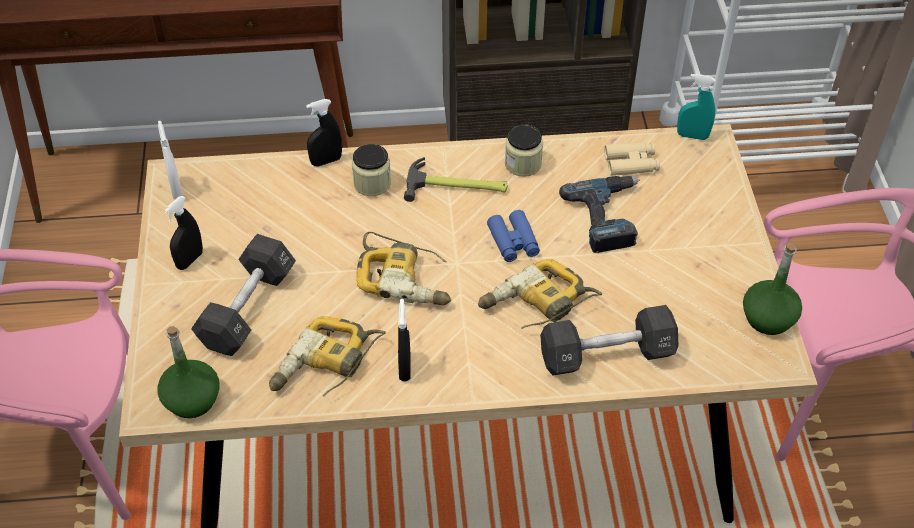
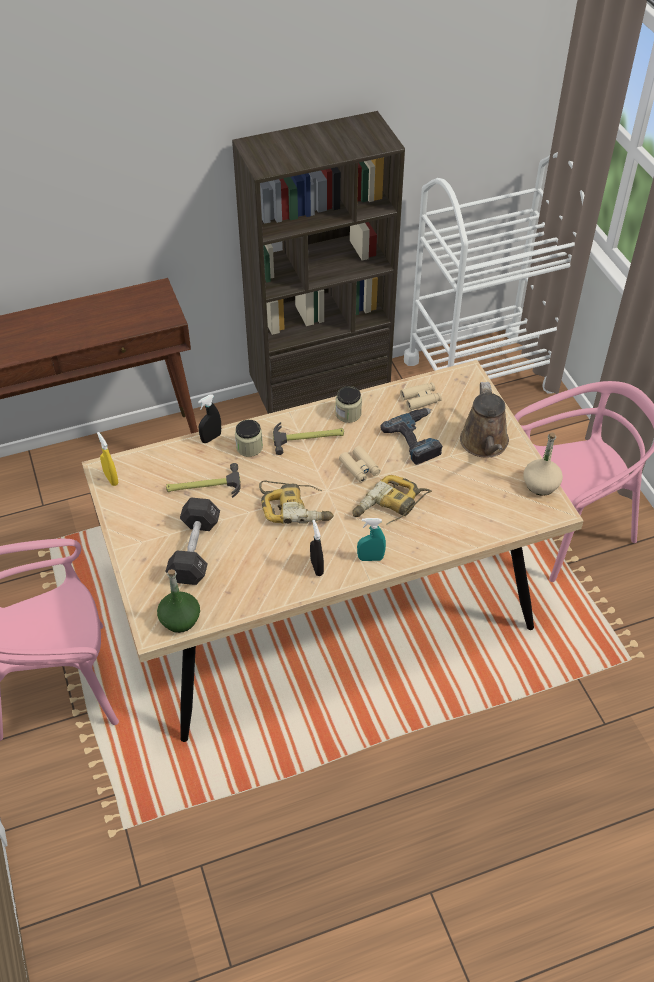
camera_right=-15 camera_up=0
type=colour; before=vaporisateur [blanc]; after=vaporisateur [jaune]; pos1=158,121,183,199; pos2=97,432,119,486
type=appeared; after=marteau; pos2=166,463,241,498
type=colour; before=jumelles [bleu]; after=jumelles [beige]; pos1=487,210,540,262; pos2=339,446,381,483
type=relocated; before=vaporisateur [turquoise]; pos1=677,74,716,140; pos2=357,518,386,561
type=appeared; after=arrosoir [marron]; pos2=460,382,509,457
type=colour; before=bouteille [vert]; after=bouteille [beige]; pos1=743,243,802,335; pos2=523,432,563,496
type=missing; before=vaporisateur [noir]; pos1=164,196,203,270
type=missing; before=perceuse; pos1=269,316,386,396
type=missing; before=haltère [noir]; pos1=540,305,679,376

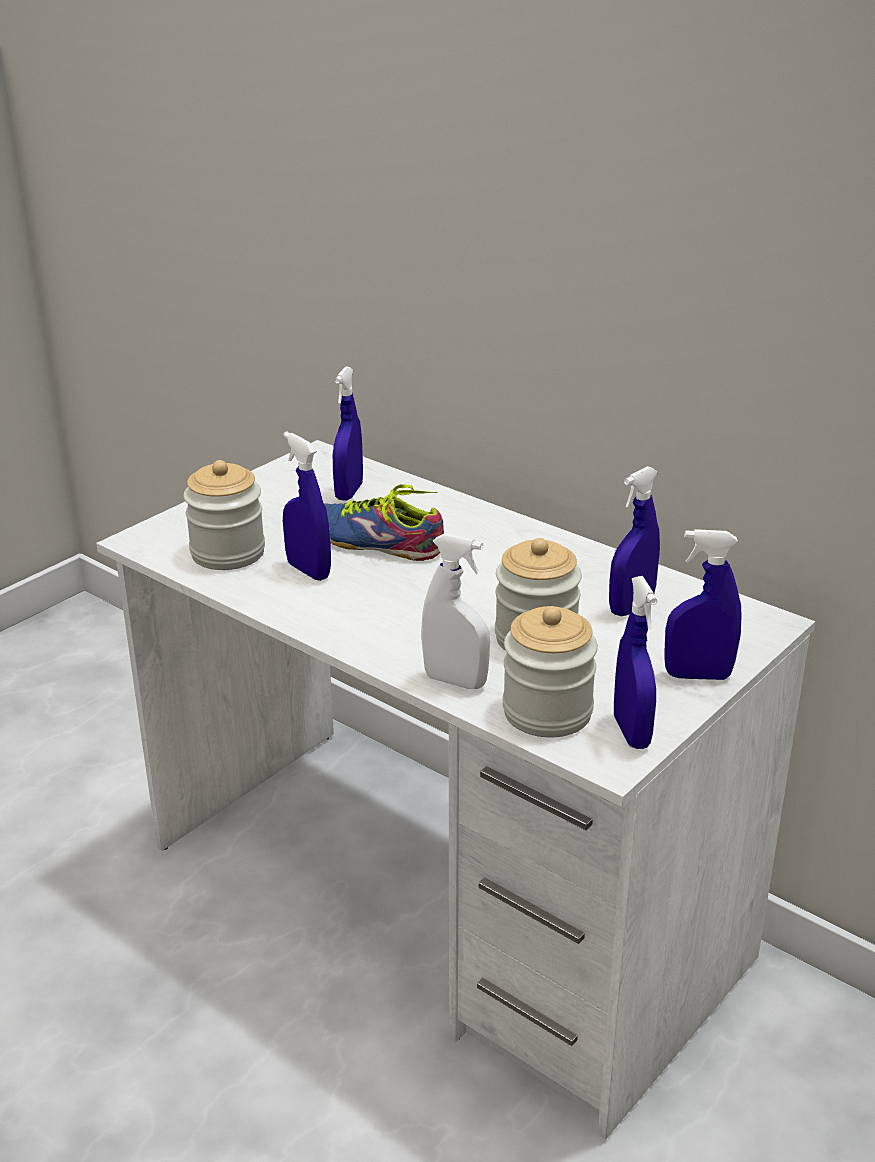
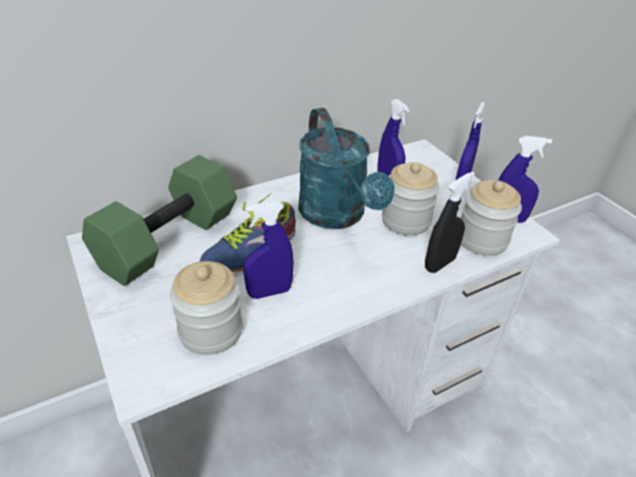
camera_right=-70 camera_up=10
type=exchanged; before=vaporisateur [bleu]; after=haltère [vert]; pos1=333,367,363,501; pos2=82,155,237,286
type=appeared; after=arrosoir [turquoise]; pos2=298,108,395,229
type=colour; before=vaporisateur [blanc]; after=vaporisateur [noir]; pos1=421,533,490,689; pos2=425,172,475,273

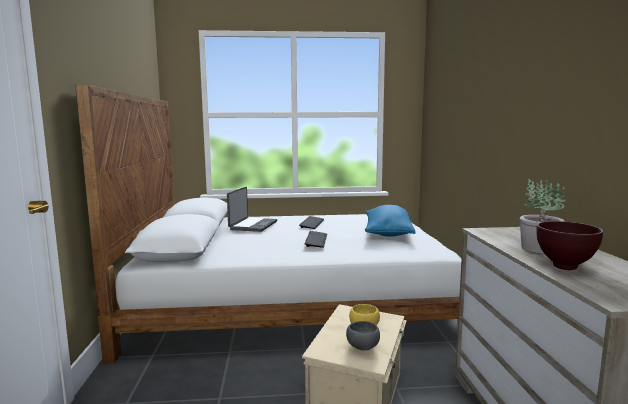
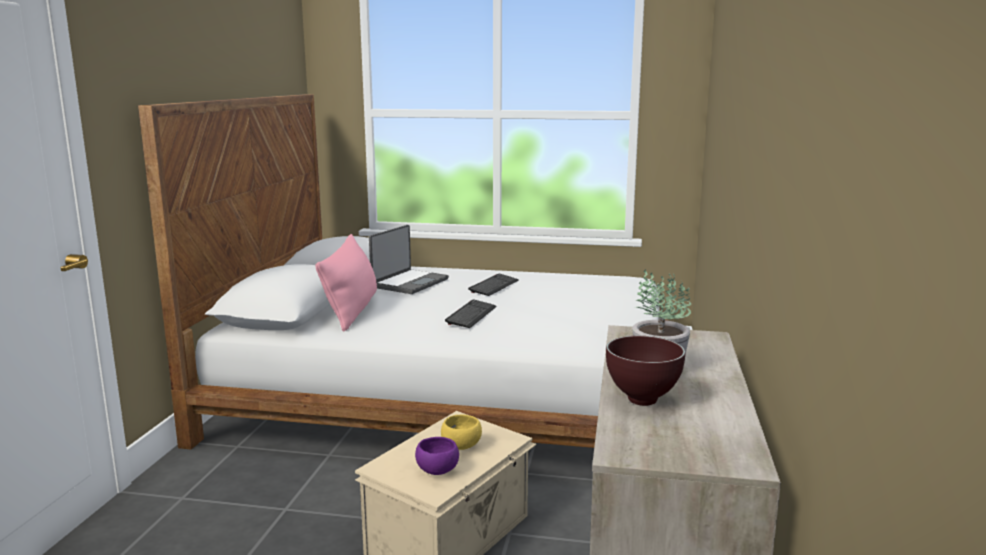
camera_right=15 camera_up=5
type=appeared; after=coussin [rose]; pos2=315,234,377,332
type=colour; before=bol [gris]; after=bol [violet]; pos1=346,321,380,350; pos2=415,437,459,475
type=missing; before=coussin [bleu]; pos1=365,205,416,236

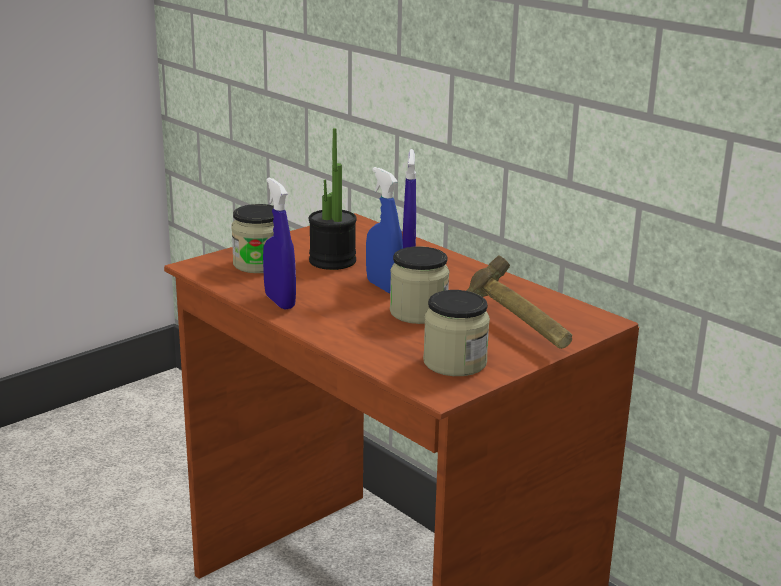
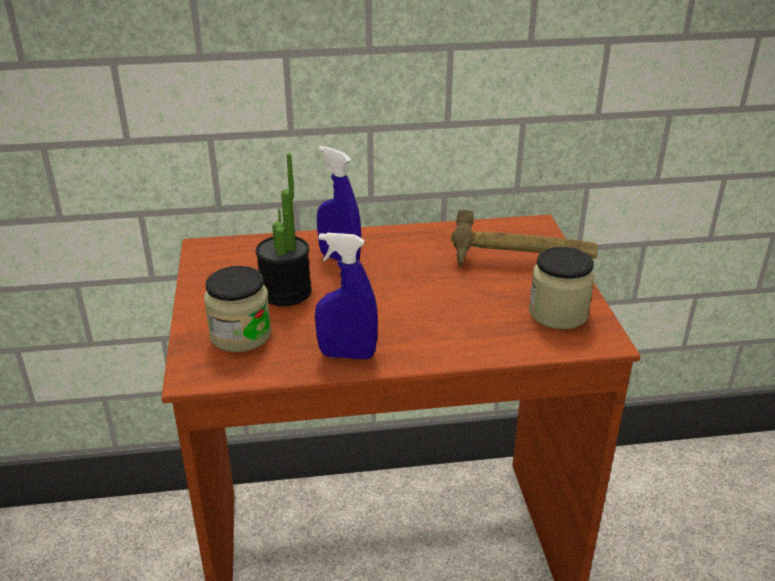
camera_right=-55 camera_up=10
type=missing; before=vaporisateur [bleu]; pos1=366,167,403,293
type=missing; before=bocal; pos1=390,246,450,324

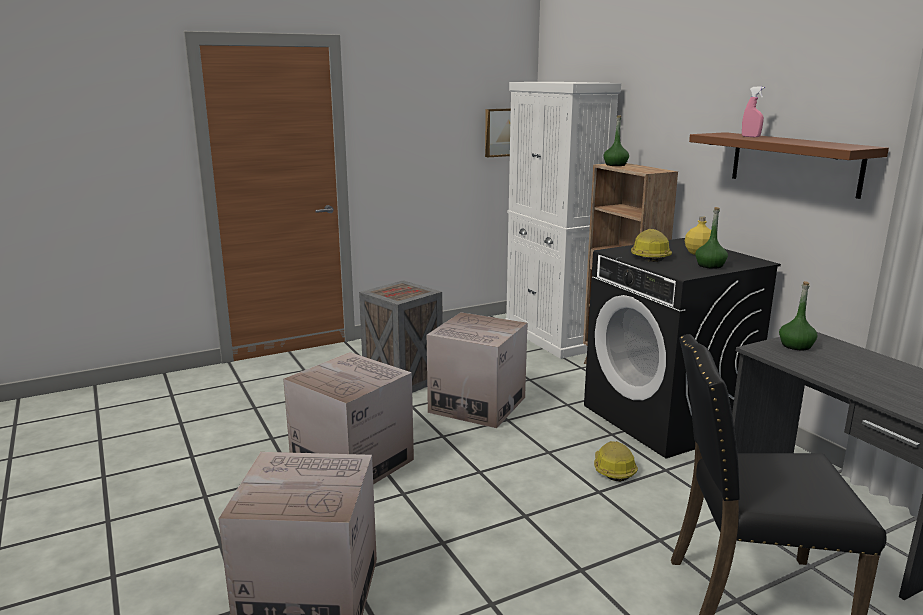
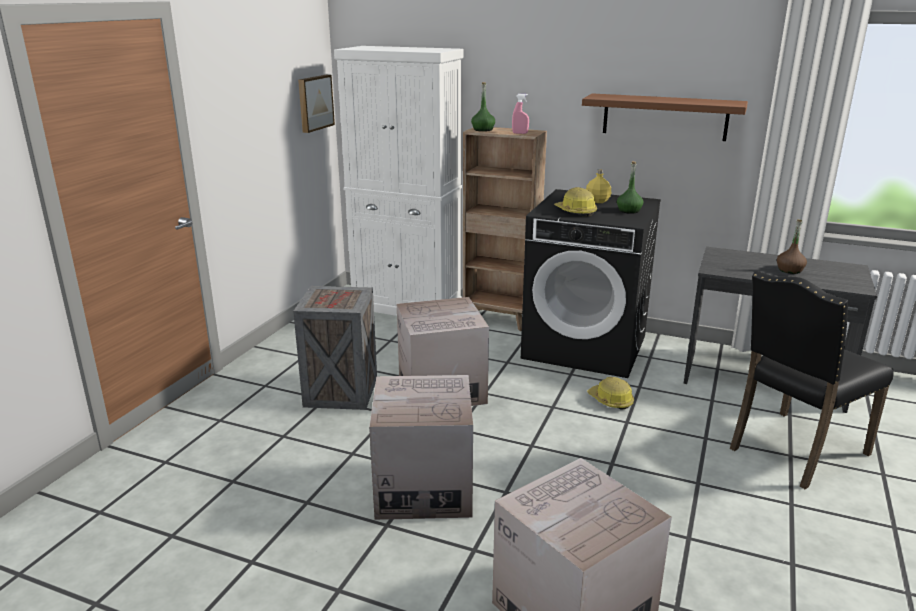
camera_right=-40 camera_up=5
type=relocated; before=vaporisateur [rose]; pos1=742,87,765,137; pos2=512,94,529,134
type=appeared; after=bouteille [marron]; pos2=777,219,807,274
type=missing; before=bouteille [vert]; pos1=779,281,818,350

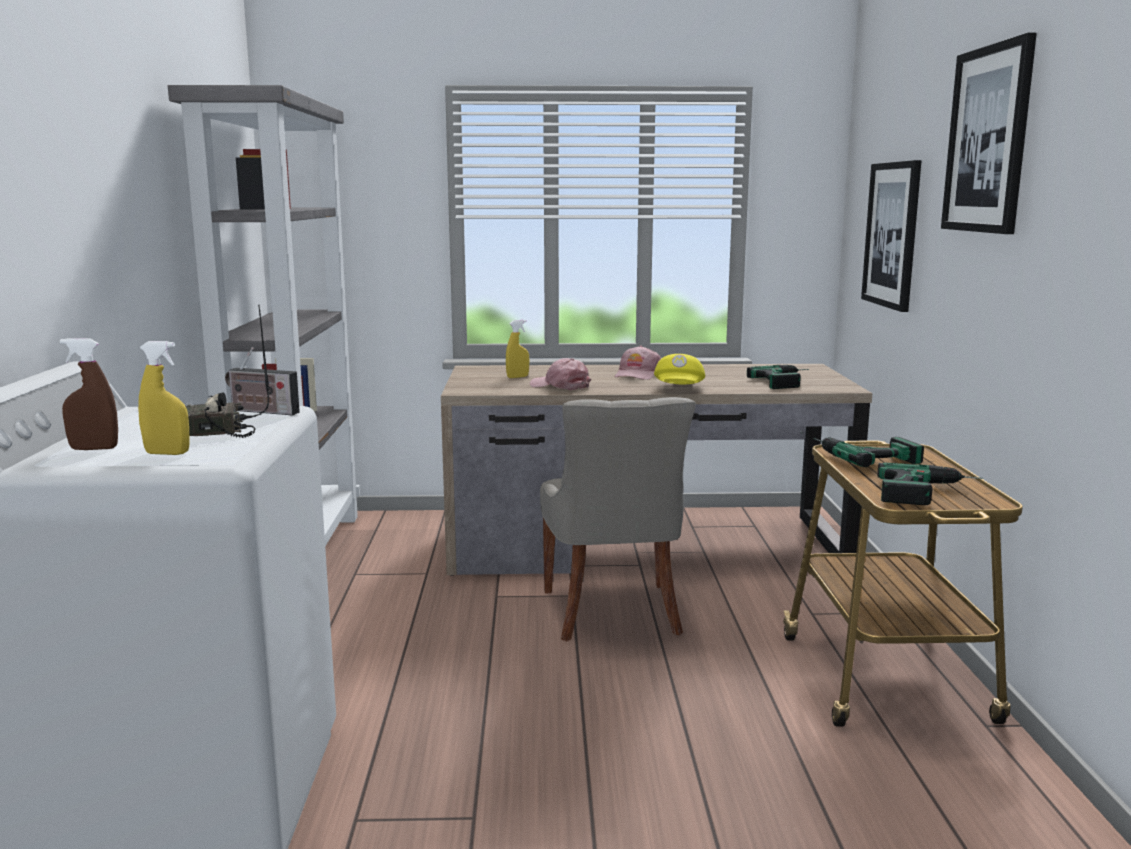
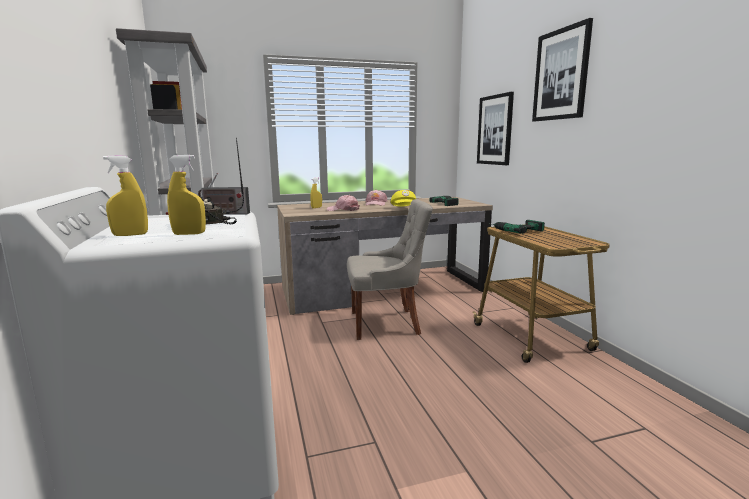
camera_right=-15 camera_up=0
type=colour; before=vaporisateur [marron]; after=vaporisateur [jaune]; pos1=60,338,118,450; pos2=103,156,148,236
type=spun; before=chaise [gris]; pos1=540,397,696,641; pos2=347,199,433,340; turn=-75
type=missing; before=perceuse; pos1=878,463,983,505

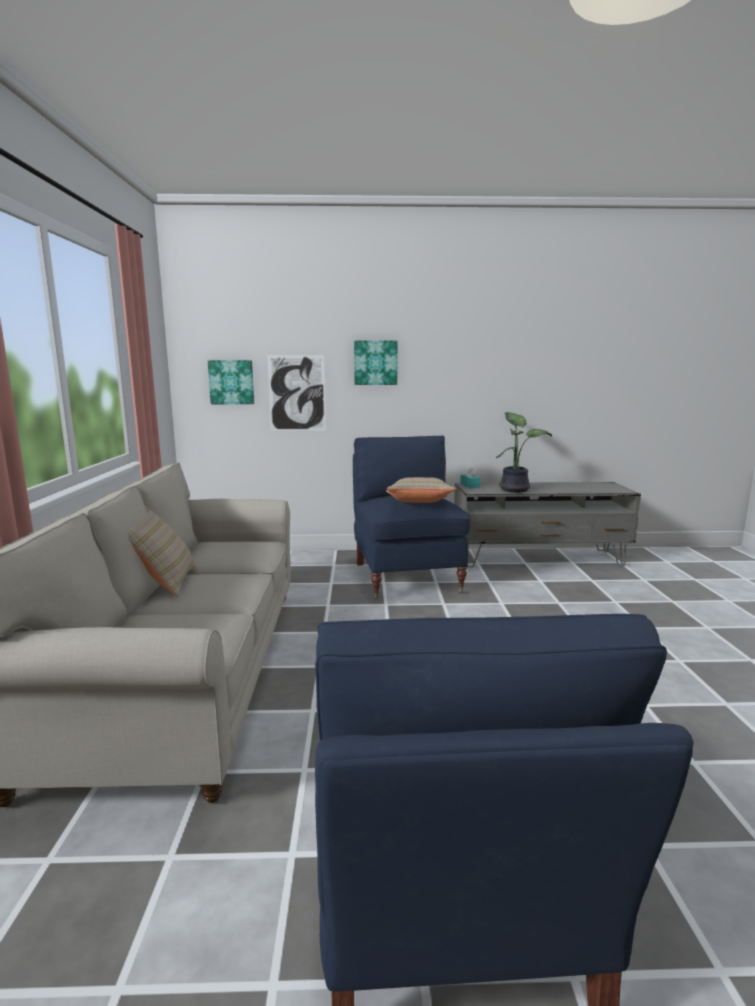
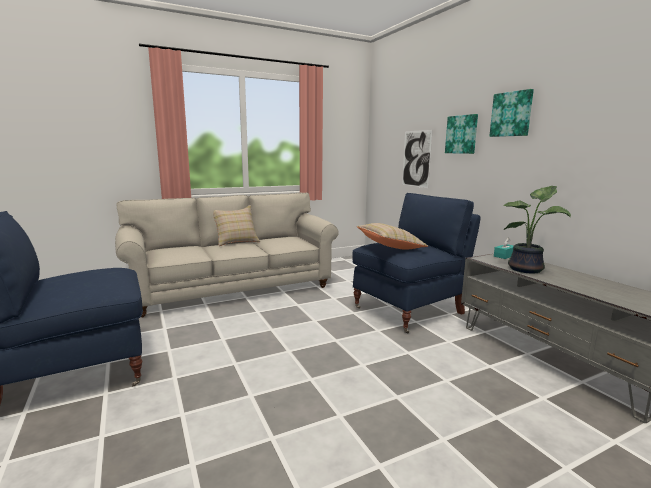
camera_right=65 camera_up=0
type=relocated; before=tableau; pos1=208,360,254,404; pos2=489,89,534,137

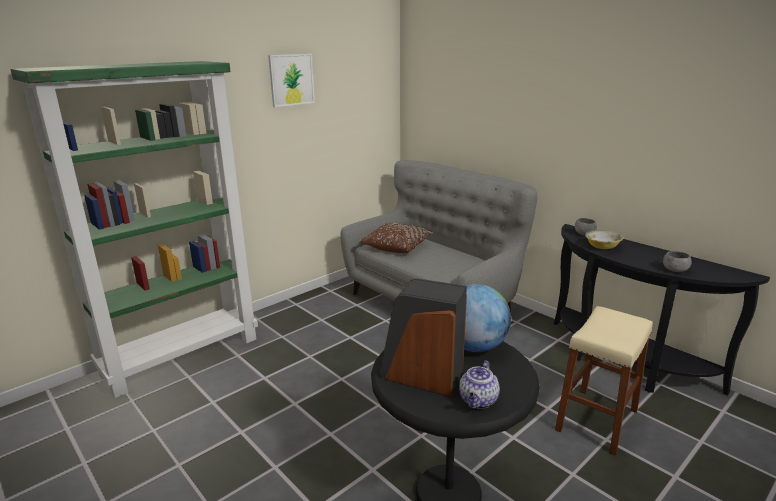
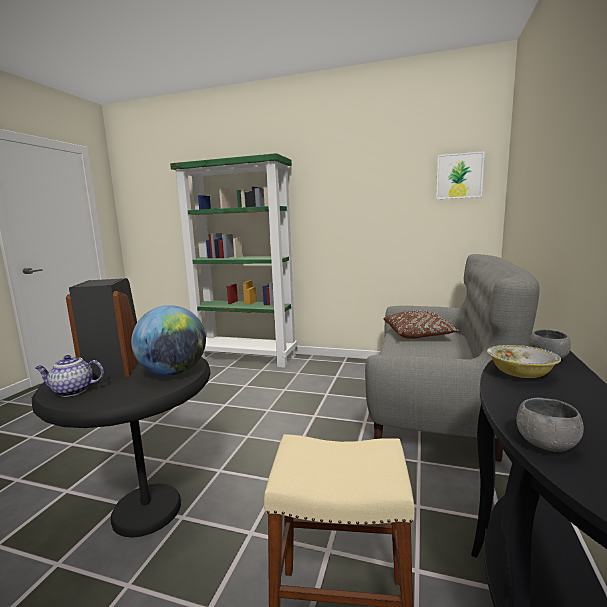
camera_right=60 camera_up=-10
type=relocated; before=tableau; pos1=268,54,315,107; pos2=436,151,485,199

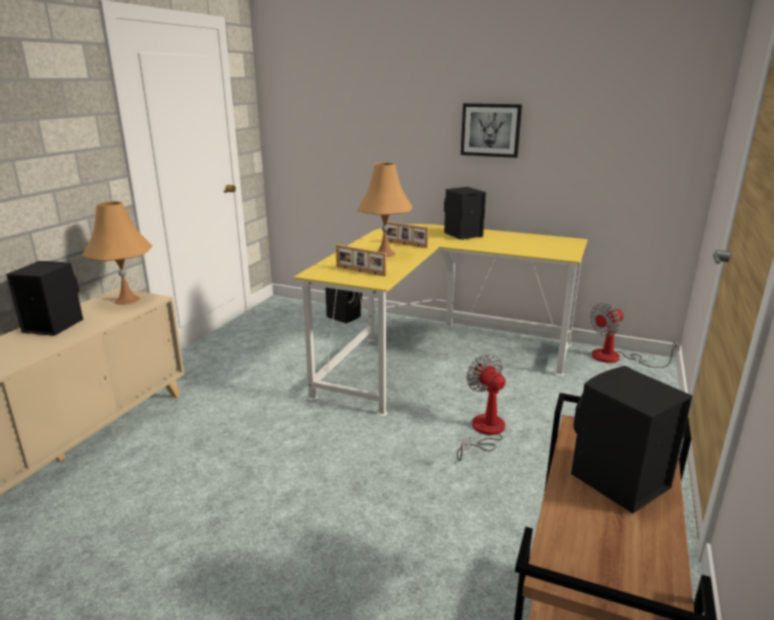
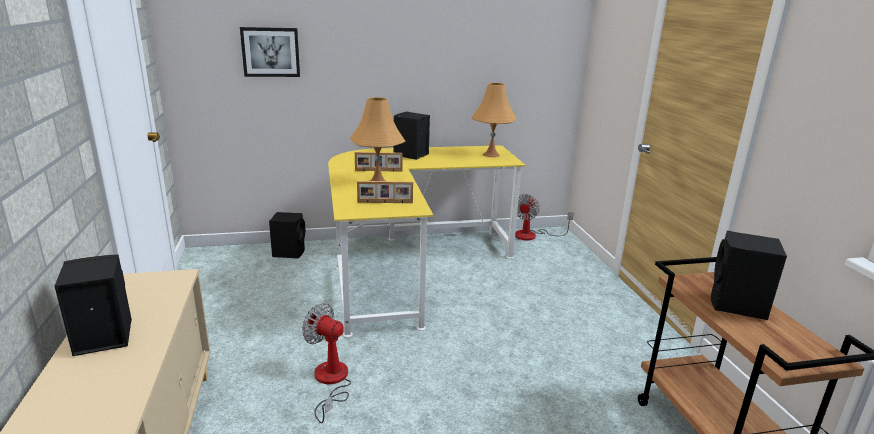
camera_right=-35 camera_up=0
type=relocated; before=tableau; pos1=461,103,522,158; pos2=240,27,300,77
type=relocated; before=ventilateur; pos1=457,354,506,461; pos2=302,303,351,423
type=relocated; before=lampe de table [orange]; pos1=82,201,152,305; pos2=471,83,517,157

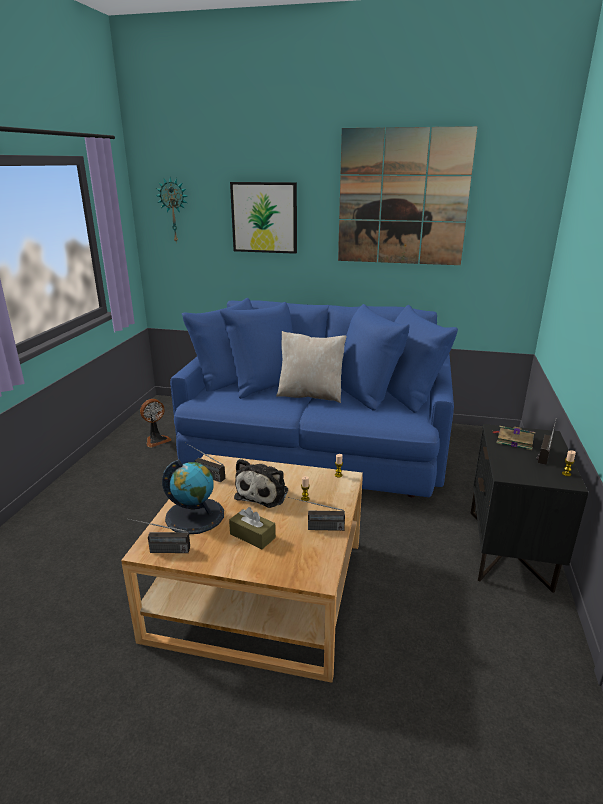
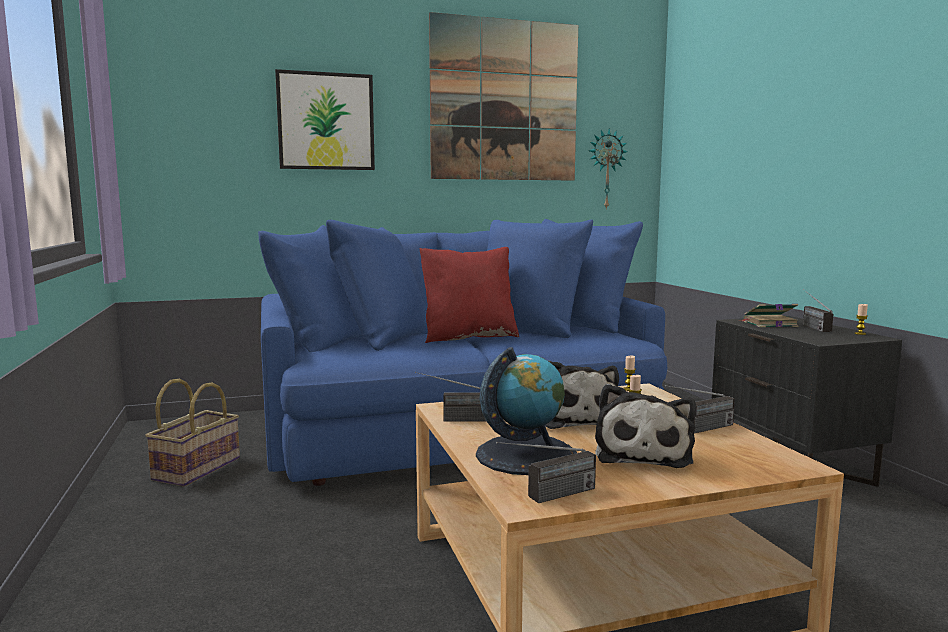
camera_right=-30 camera_up=-15
type=exchanged; before=ventilateur; after=panier; pos1=140,399,171,448; pos2=145,378,240,487
type=colour; before=coussin [beige]; after=coussin [rouge]; pos1=276,331,347,403; pos2=420,247,519,343
type=relocated; before=horloge murale; pos1=156,177,187,244; pos2=588,128,628,210
type=exchanged; before=boîte à mouchoirs [marron]; after=peluche; pos1=229,507,276,549; pos2=595,384,696,468

